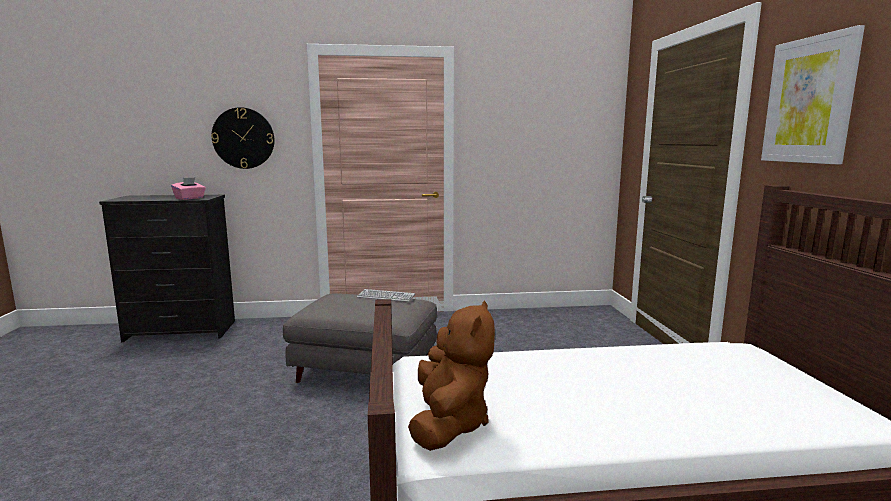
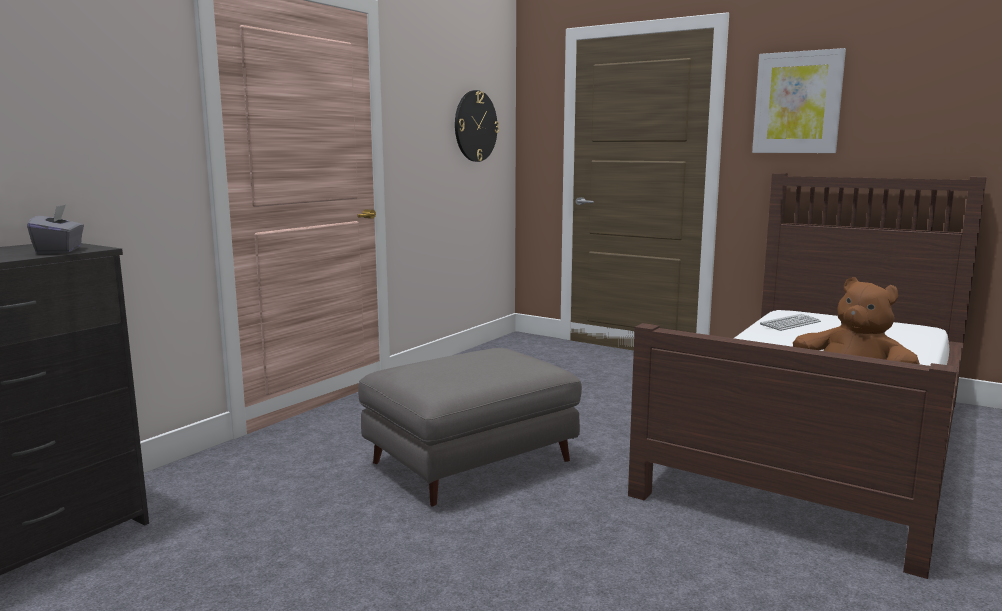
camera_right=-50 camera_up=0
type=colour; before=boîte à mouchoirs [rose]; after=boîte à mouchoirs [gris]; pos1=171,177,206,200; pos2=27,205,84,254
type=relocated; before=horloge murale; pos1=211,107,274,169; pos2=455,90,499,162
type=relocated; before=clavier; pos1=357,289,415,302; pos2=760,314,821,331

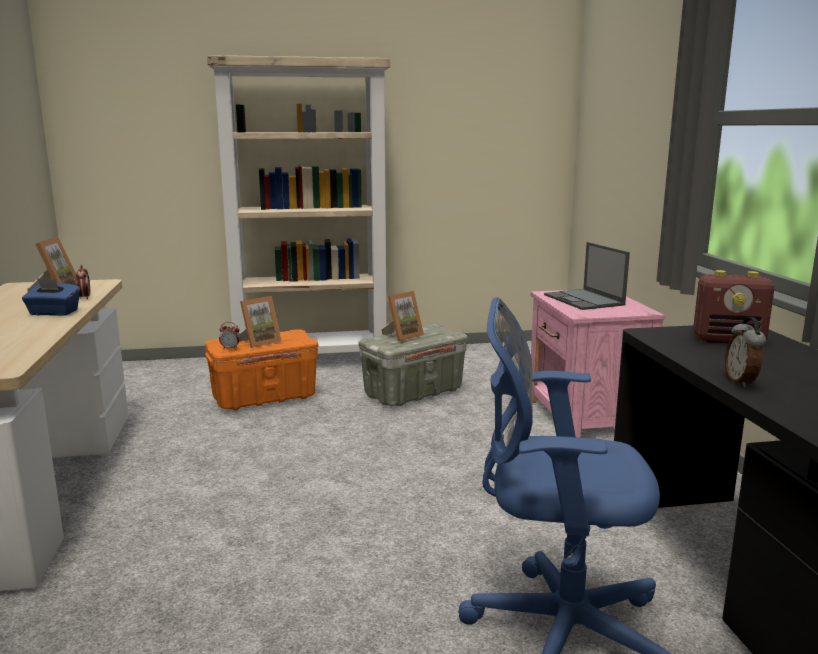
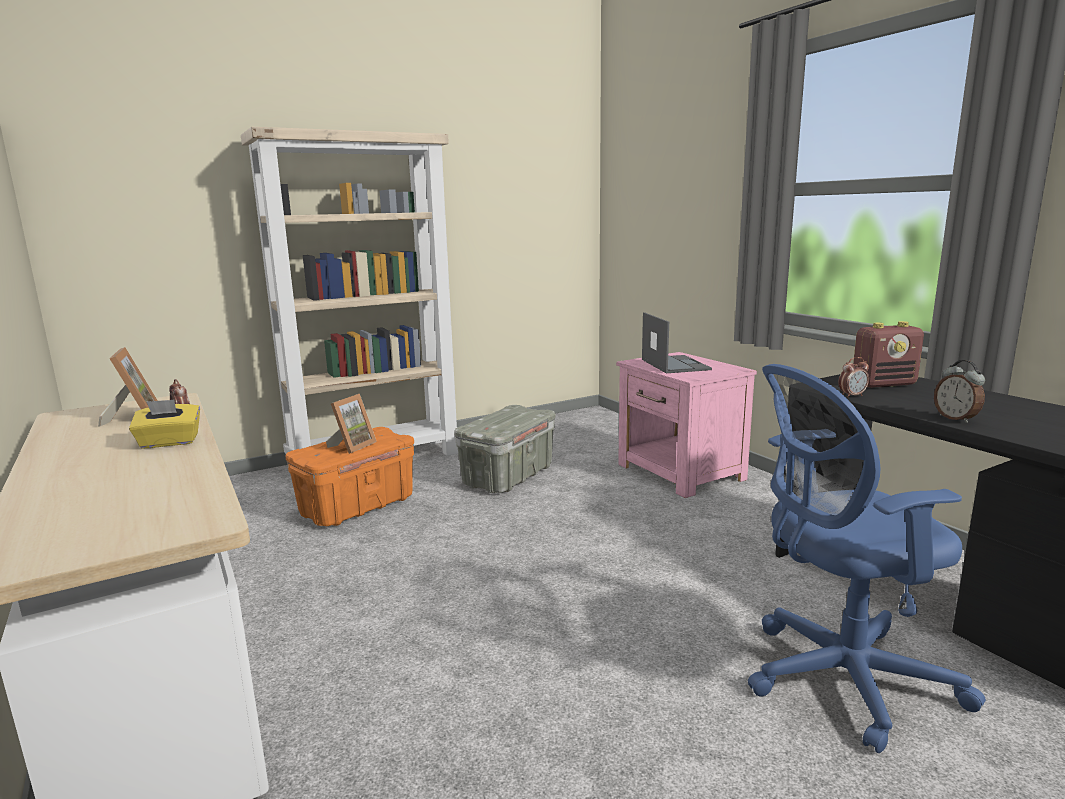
camera_right=-20 camera_up=0
type=colour; before=boîte à mouchoirs [bleu]; after=boîte à mouchoirs [jaune]; pos1=22,278,80,316; pos2=129,399,200,448
type=spun; before=ordinateur portable; pos1=544,242,630,310; pos2=642,312,712,373; turn=-150
type=relocated; before=réveil; pos1=219,322,240,350; pos2=838,357,869,398
type=missing; before=cadre photo; pos1=382,291,424,341

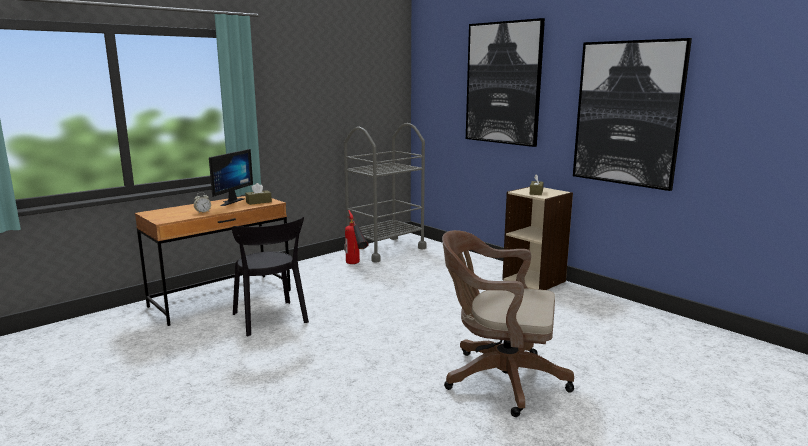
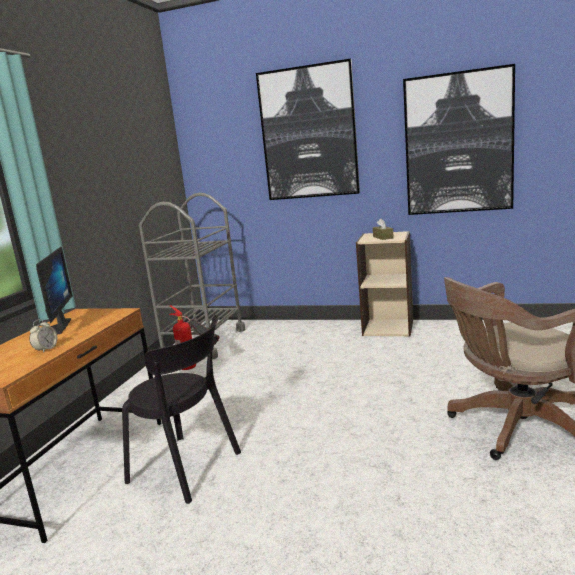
camera_right=-30 camera_up=0
type=missing; before=boîte à mouchoirs [marron]; pos1=245,183,272,205

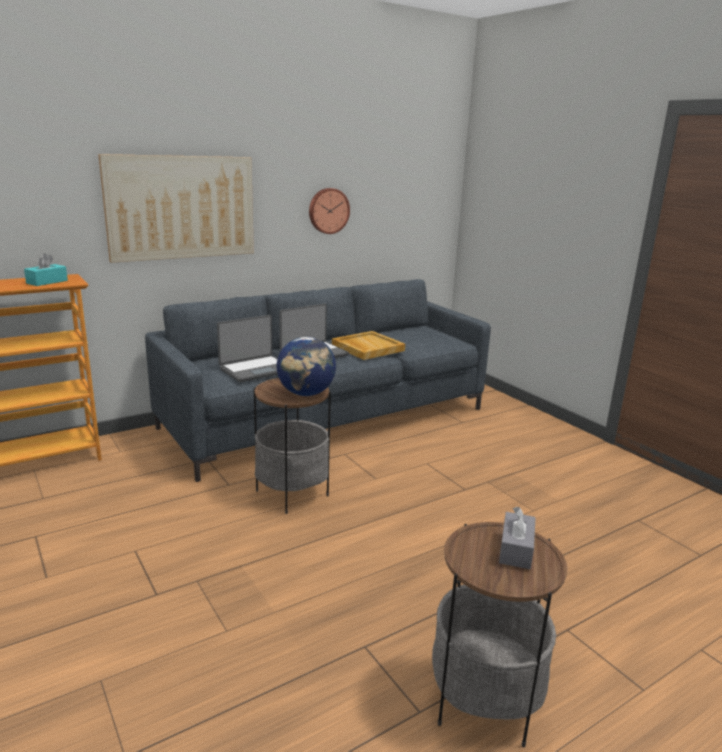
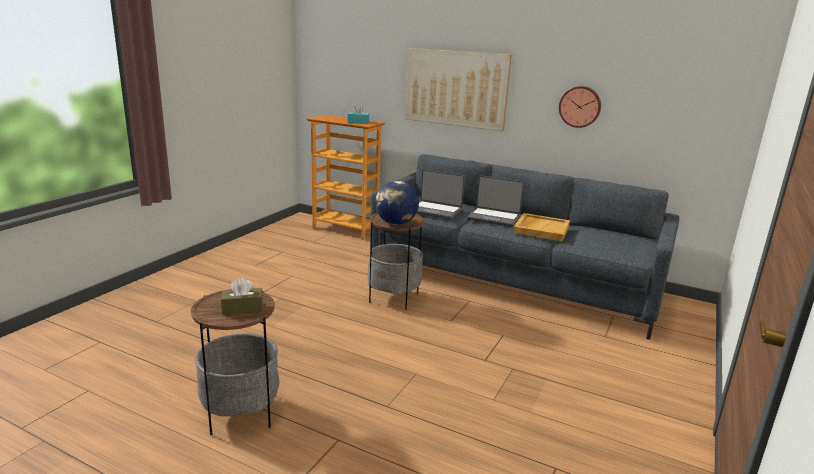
camera_right=60 camera_up=0
type=colour; before=boîte à mouchoirs [gris]; after=boîte à mouchoirs [marron]; pos1=499,507,536,569; pos2=221,278,263,315

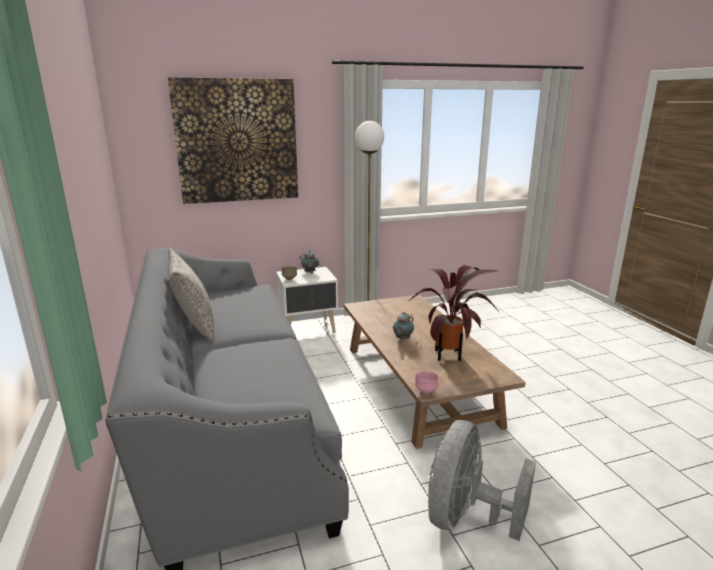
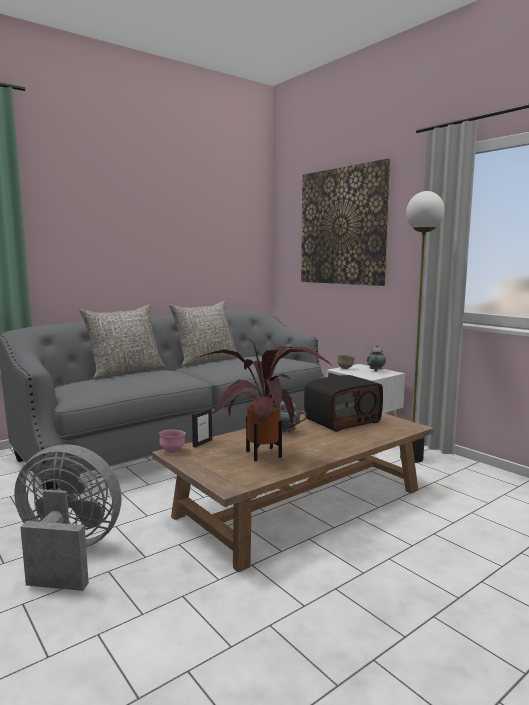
camera_right=70 camera_up=-10
type=appeared; after=coussin [gris]; pos2=79,305,165,379
type=appeared; after=cadre photo; pos2=192,408,212,448
type=appeared; after=radio; pos2=304,375,383,432

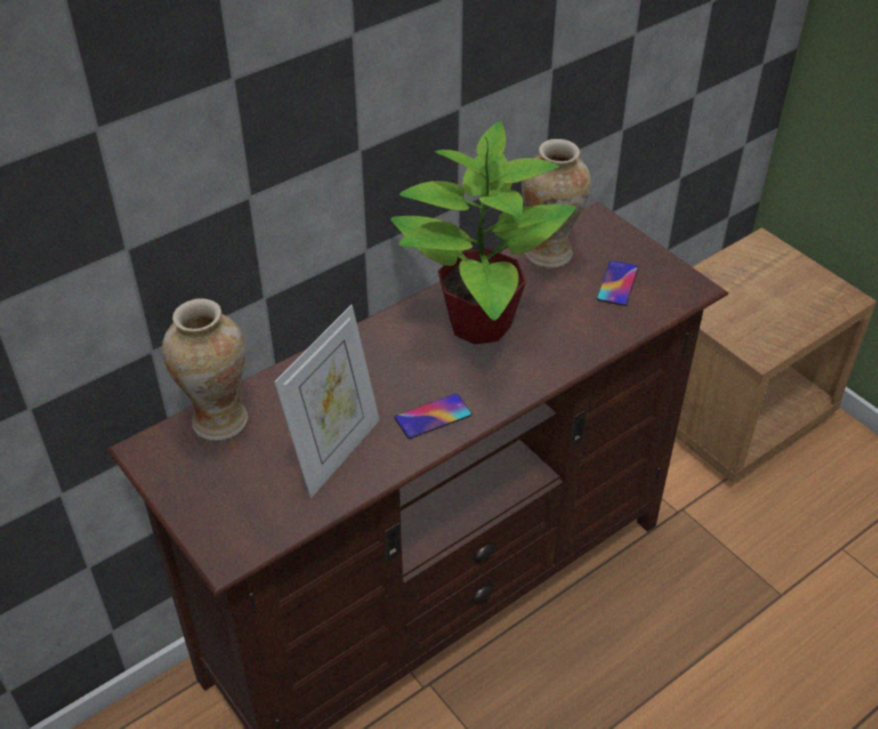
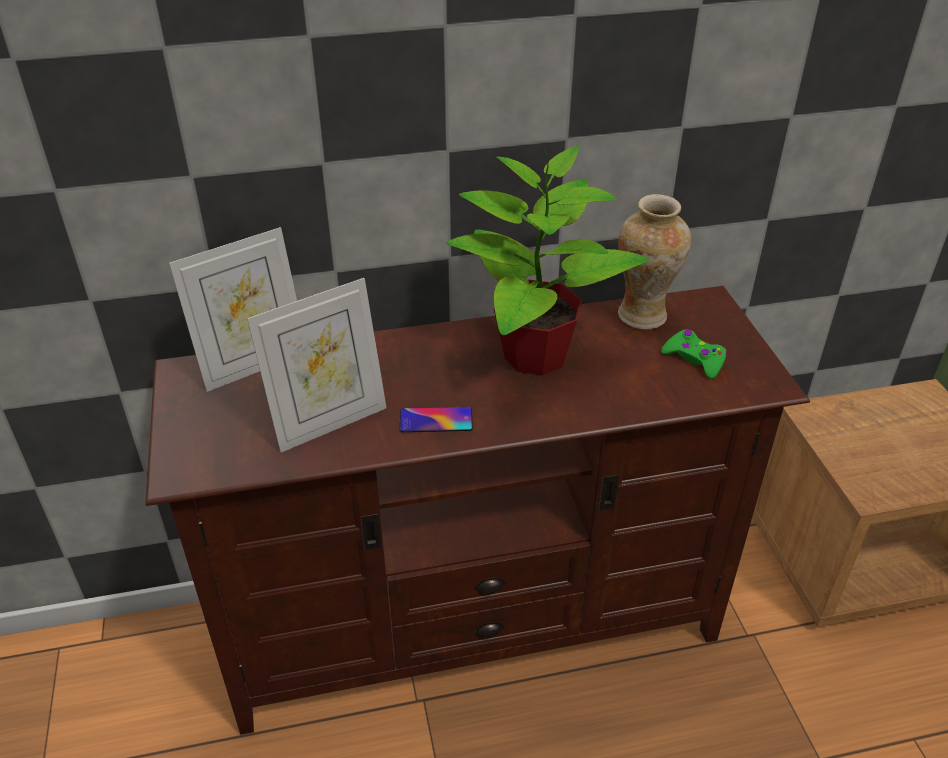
camera_right=25 camera_up=-5
type=exchanged; before=vase; after=cadre photo; pos1=162,298,248,441; pos2=169,227,297,392
type=exchanged; before=téléphone; after=manette [vert]; pos1=597,260,639,306; pos2=661,329,727,379

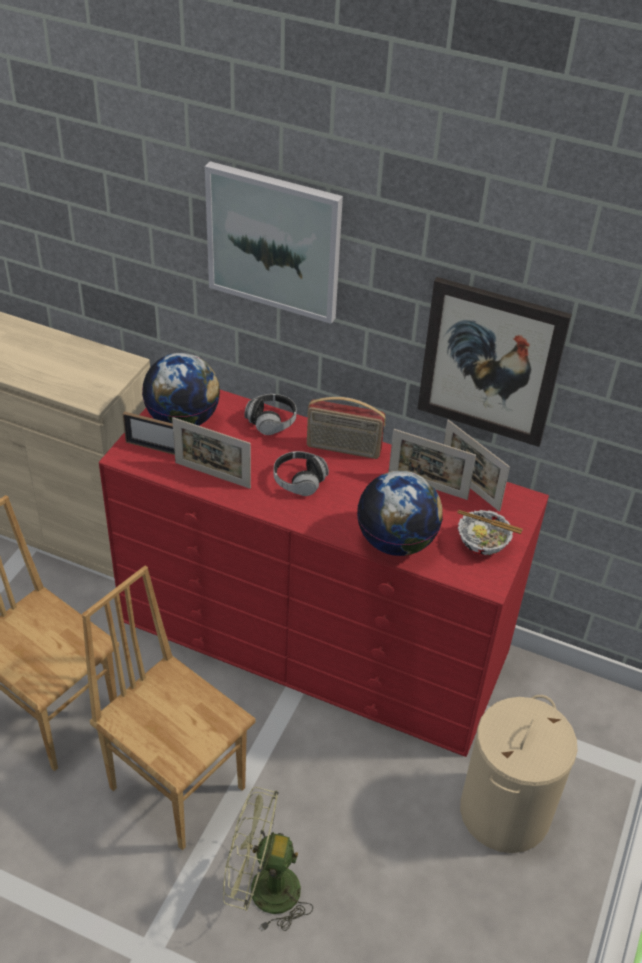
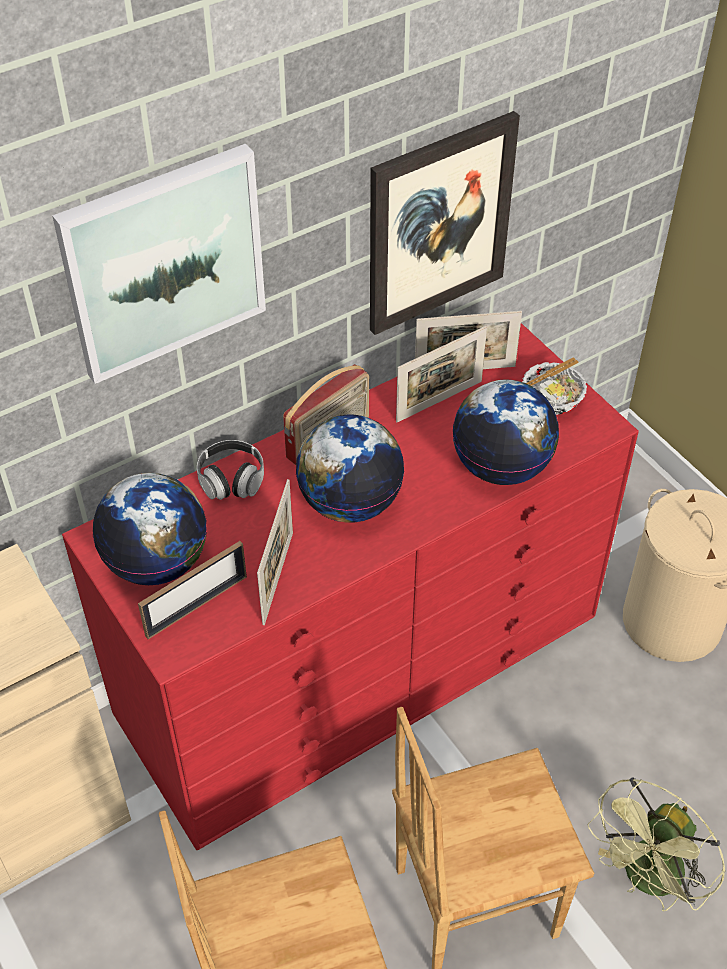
camera_right=-55 camera_up=5
type=spun; before=cadre photo; pos1=172,417,251,489; pos2=257,479,293,625; turn=-45
type=exchanged; before=casque audio; after=globe; pos1=274,451,329,496; pos2=296,415,405,523

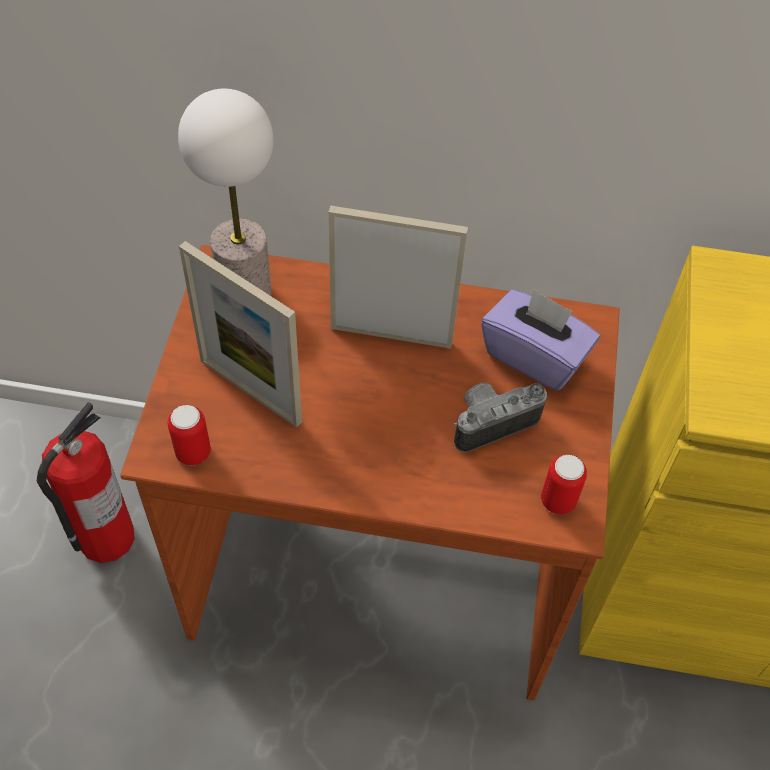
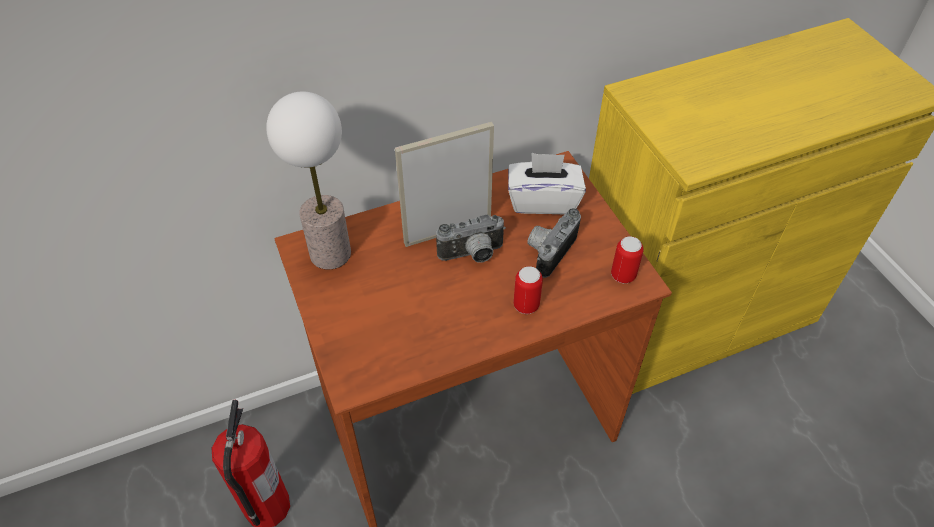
camera_right=-30 camera_up=-5
type=appeared; after=appareil photo; pos2=436,214,506,263
type=colour; before=boîte à mouchoirs [violet]; after=boîte à mouchoirs [blanc]; pos1=481,288,600,391; pos2=508,153,586,214
type=relocated; before=boîte métallique; pos1=168,405,211,465; pos2=514,266,543,314
type=missing; before=cadre photo; pos1=179,241,302,428

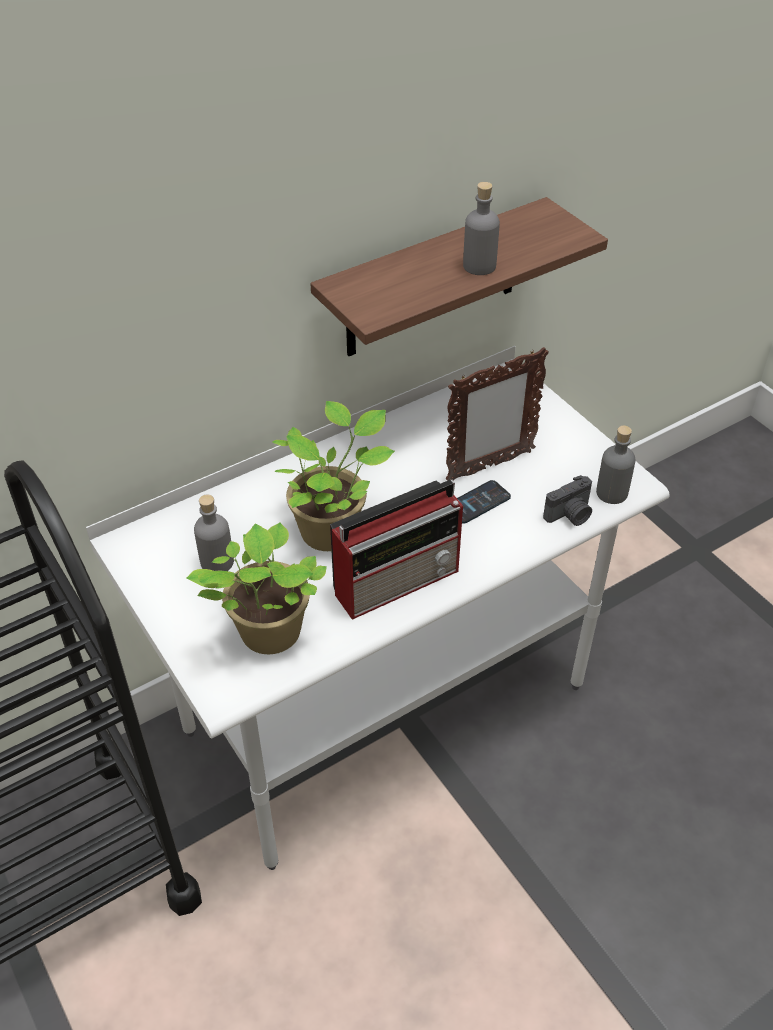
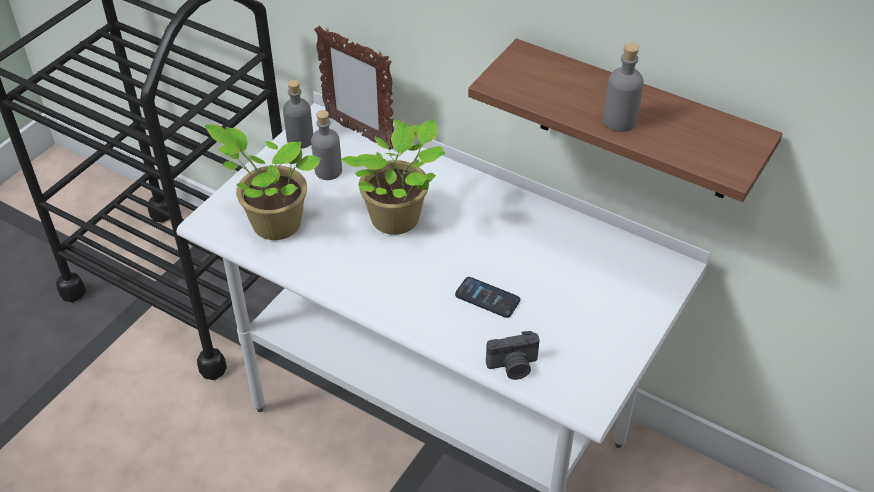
camera_right=65 camera_up=0
type=relocated; before=bouteille [gris]; pos1=596,425,636,504; pos2=283,80,313,149
type=relocated; before=cadre photo; pos1=446,347,549,481; pos2=314,26,394,150
type=spun; before=appareil photo; pos1=543,475,592,526; pos2=486,331,540,380; turn=-45
type=missing; before=radio; pos1=330,480,463,620

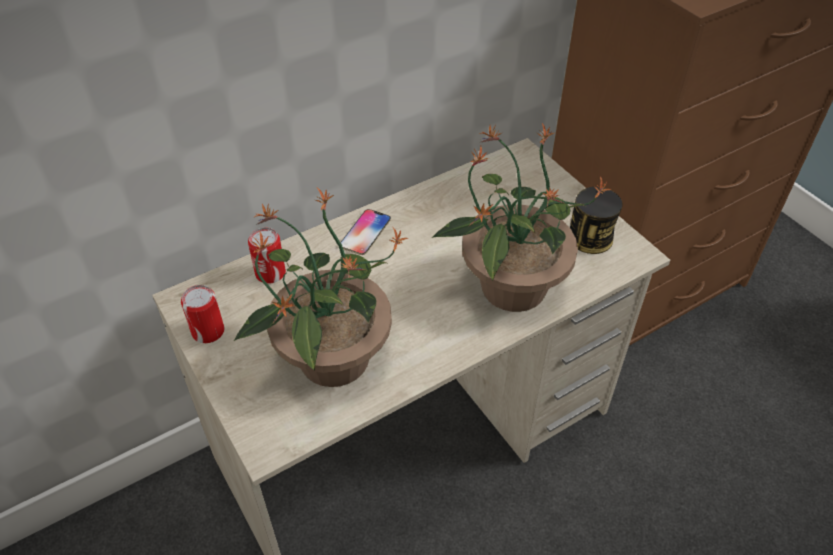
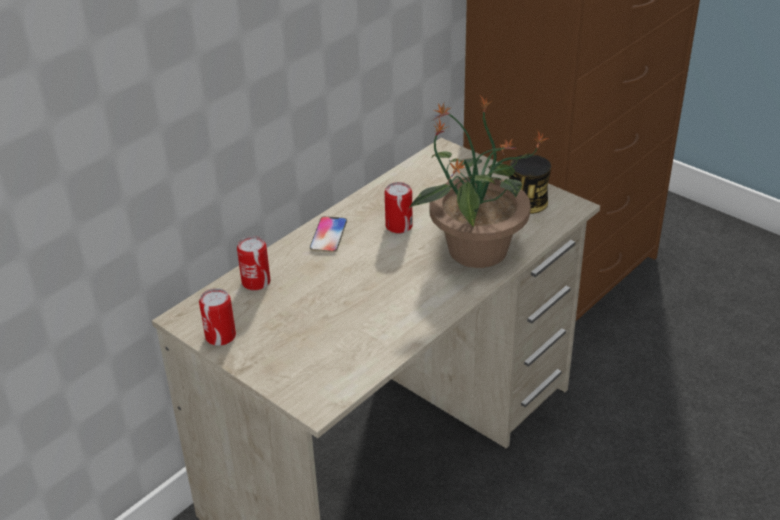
camera_right=-15 camera_up=-10
type=appeared; after=boîte métallique; pos2=385,182,413,234
type=missing; before=plante en pot; pos1=234,188,408,387

